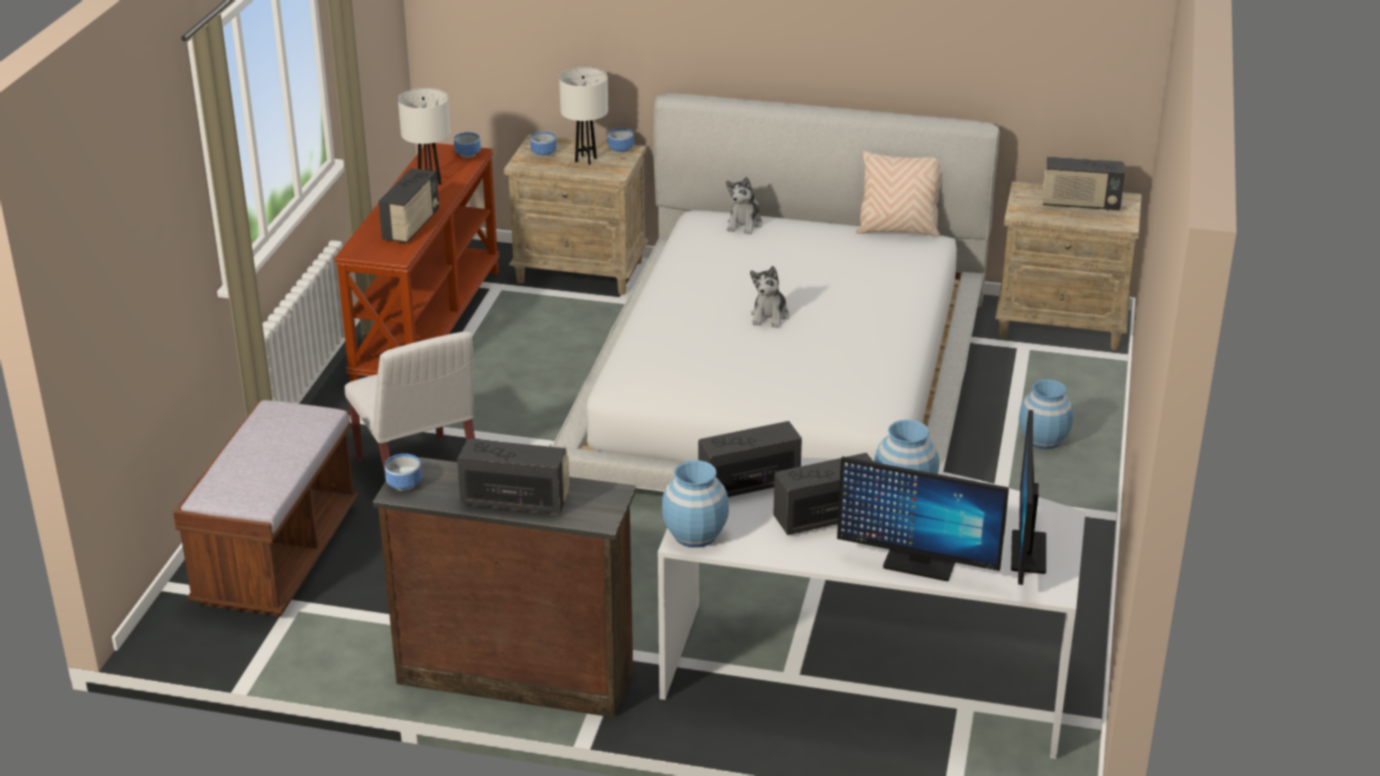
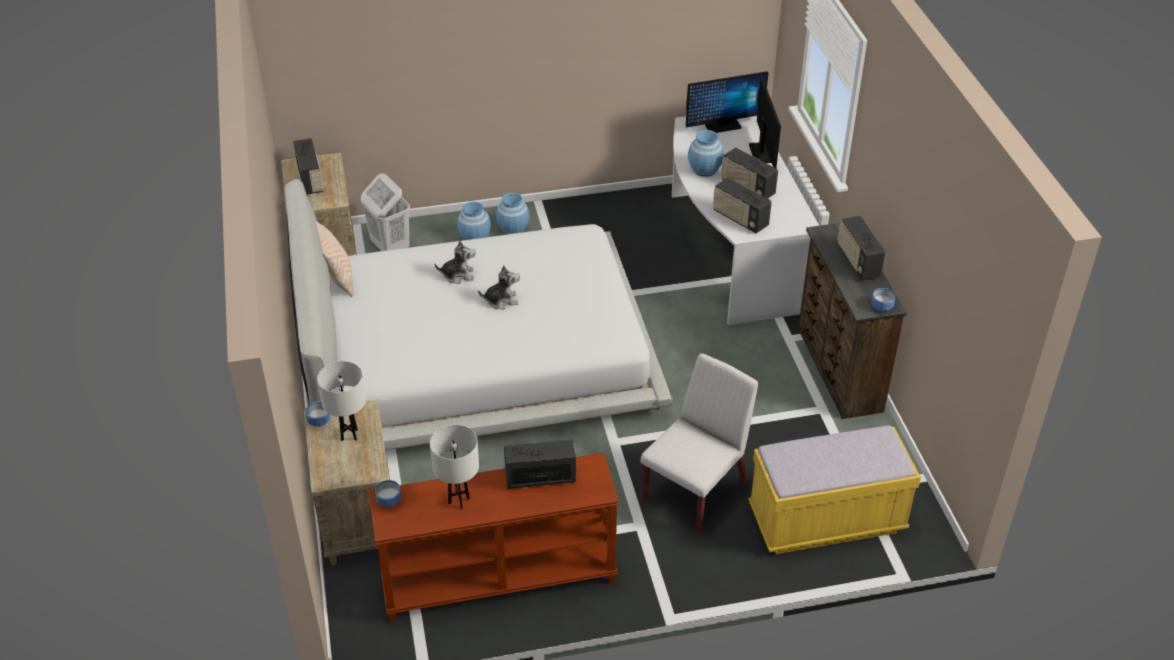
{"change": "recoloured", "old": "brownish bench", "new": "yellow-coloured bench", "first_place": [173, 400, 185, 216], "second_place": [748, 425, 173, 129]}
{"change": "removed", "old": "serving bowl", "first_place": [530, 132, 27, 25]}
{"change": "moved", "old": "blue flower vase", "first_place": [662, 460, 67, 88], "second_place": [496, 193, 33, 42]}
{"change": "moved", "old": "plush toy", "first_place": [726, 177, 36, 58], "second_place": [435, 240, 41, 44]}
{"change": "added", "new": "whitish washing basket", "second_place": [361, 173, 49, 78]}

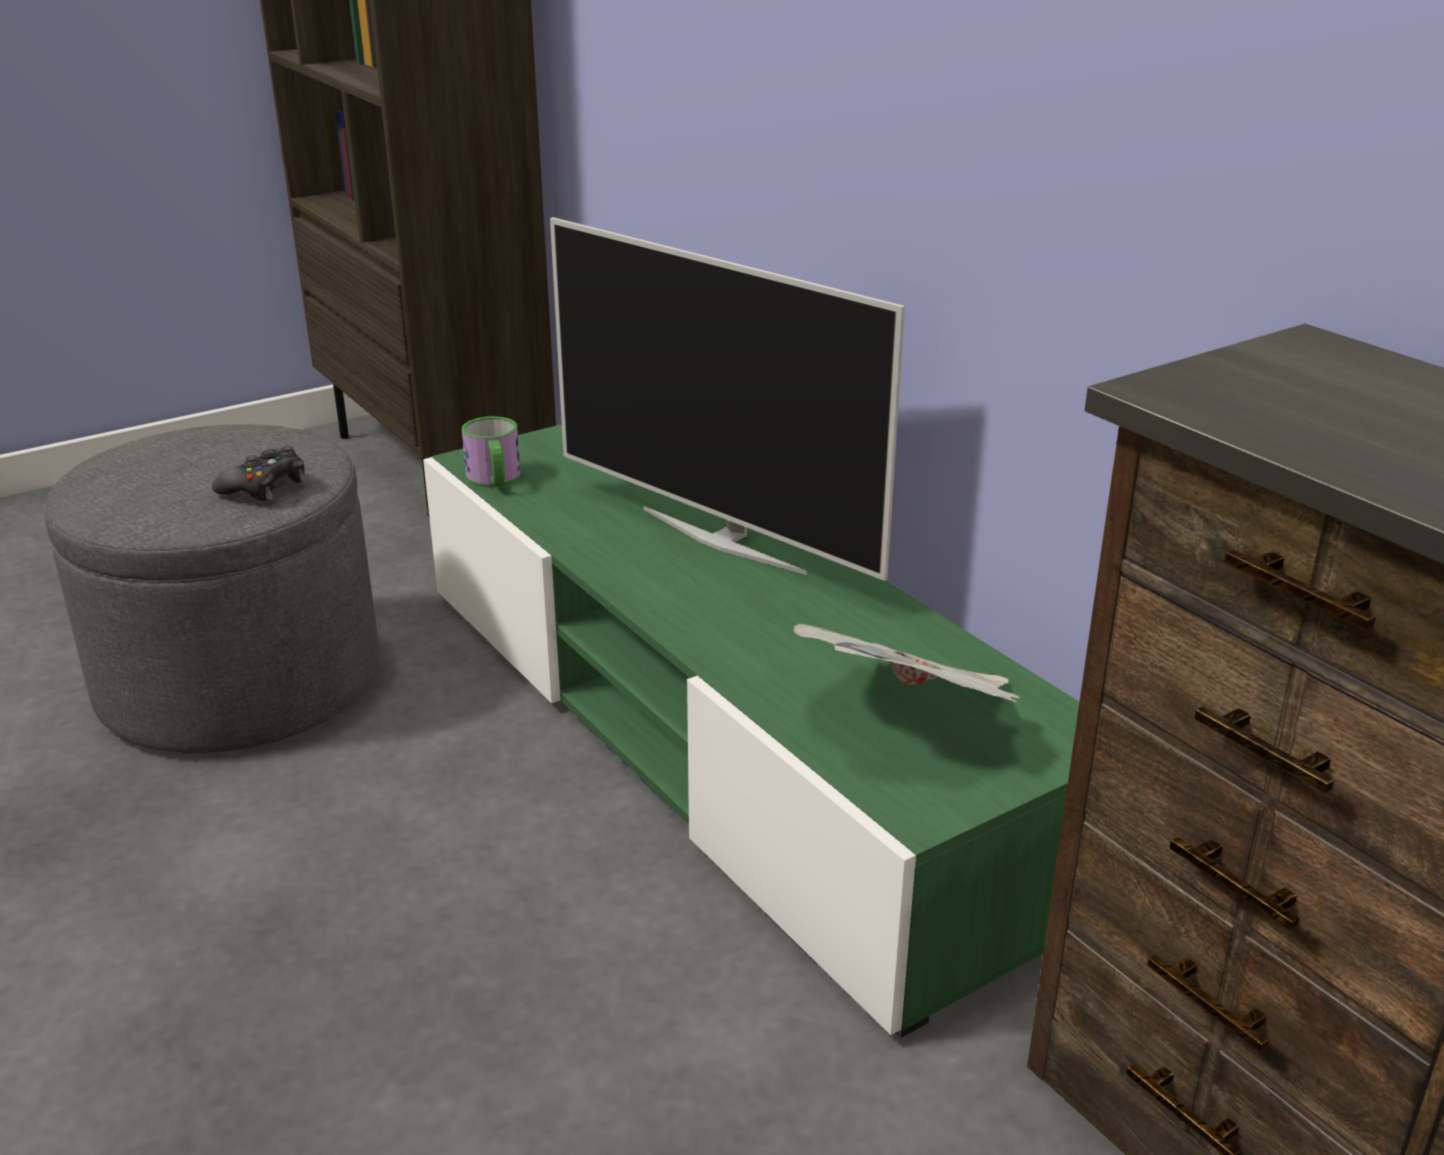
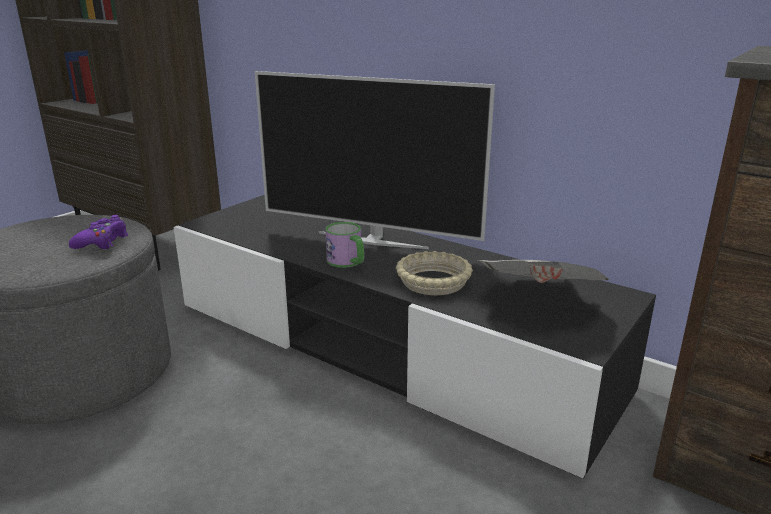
{"change": "recoloured", "old": "black-coloured gamepad", "new": "purple-coloured gamepad", "first_place": [212, 446, 94, 55], "second_place": [69, 215, 59, 34]}
{"change": "recoloured", "old": "green media console", "new": "black-coloured media console", "first_place": [423, 424, 656, 614], "second_place": [174, 195, 482, 284]}
{"change": "moved", "old": "mug", "first_place": [462, 416, 59, 72], "second_place": [325, 222, 39, 46]}
{"change": "added", "new": "beige serving bowl", "second_place": [396, 251, 77, 44]}

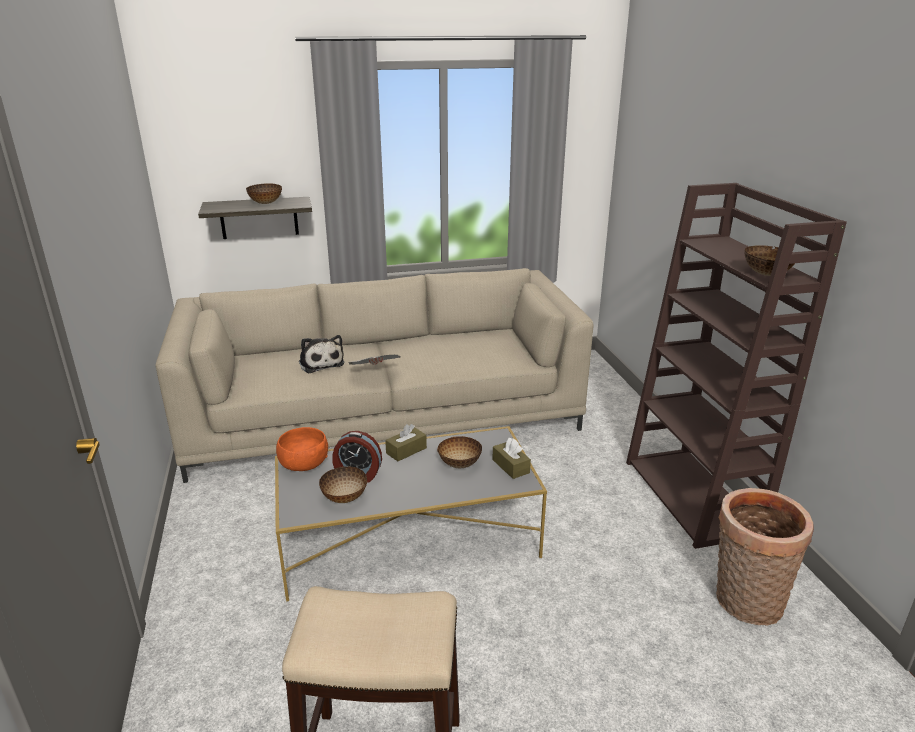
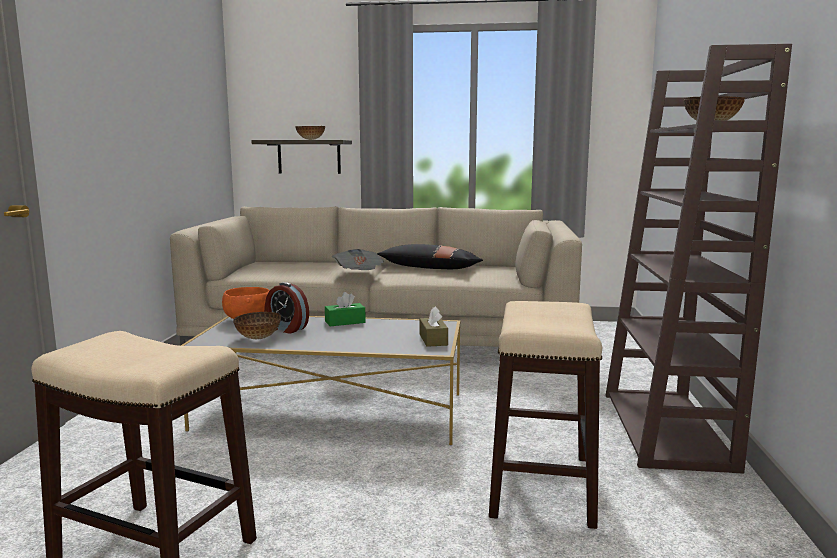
{"change": "removed", "old": "plush toy", "first_place": [299, 335, 45, 38]}
{"change": "recoloured", "old": "brownish box of tissues", "new": "green box of tissues", "first_place": [385, 424, 42, 37], "second_place": [325, 292, 41, 34]}
{"change": "removed", "old": "serving bowl", "first_place": [437, 436, 45, 32]}
{"change": "removed", "old": "basket", "first_place": [716, 488, 98, 138]}
{"change": "added", "new": "black-coloured throw pillow", "second_place": [377, 244, 106, 25]}
{"change": "added", "new": "stool seat", "second_place": [489, 301, 113, 228]}

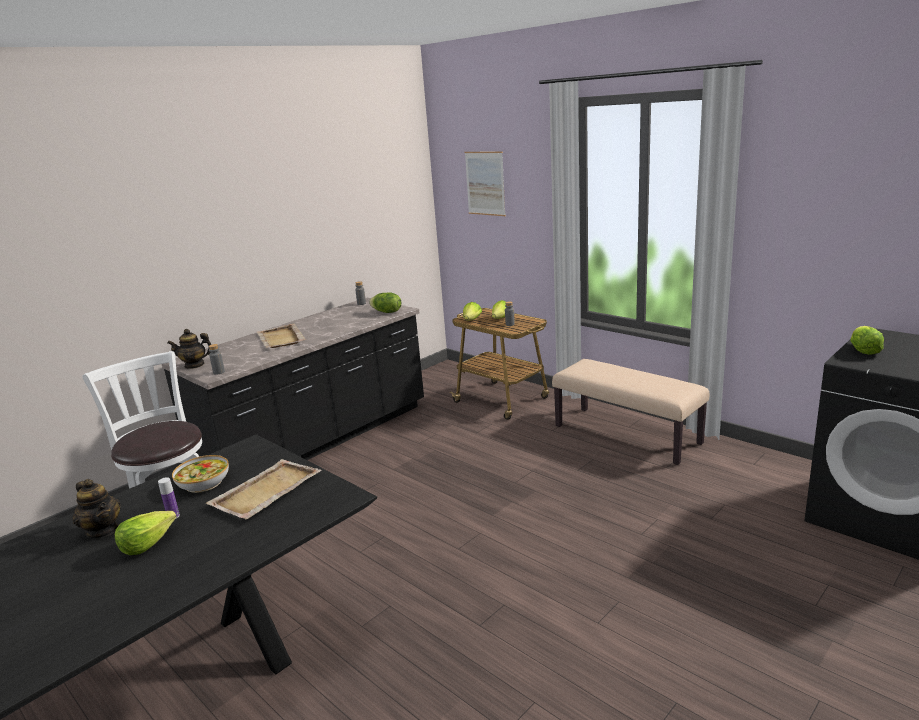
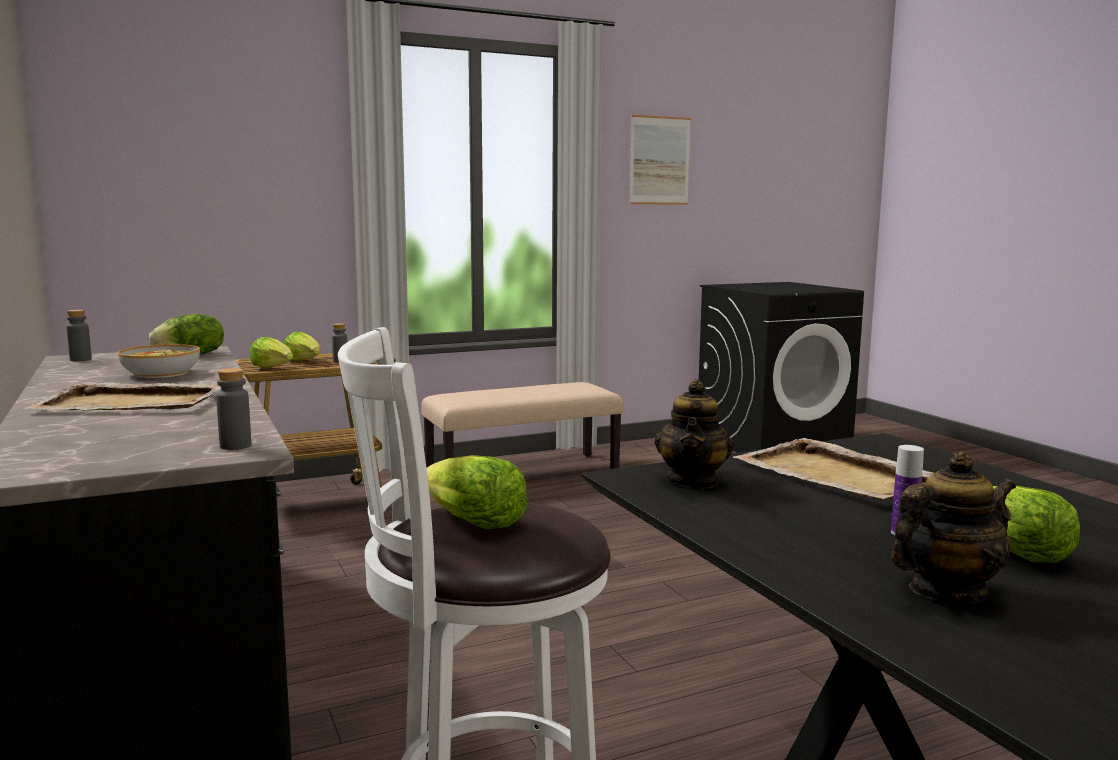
{"change": "moved", "old": "pot for tea", "first_place": [168, 329, 43, 40], "second_place": [655, 379, 79, 110]}
{"change": "moved", "old": "serving bowl", "first_place": [172, 455, 57, 38], "second_place": [118, 344, 82, 34]}
{"change": "moved", "old": "wall art", "first_place": [465, 151, 41, 65], "second_place": [629, 115, 62, 90]}
{"change": "moved", "old": "lettuce head", "first_place": [851, 326, 33, 29], "second_place": [426, 455, 101, 75]}

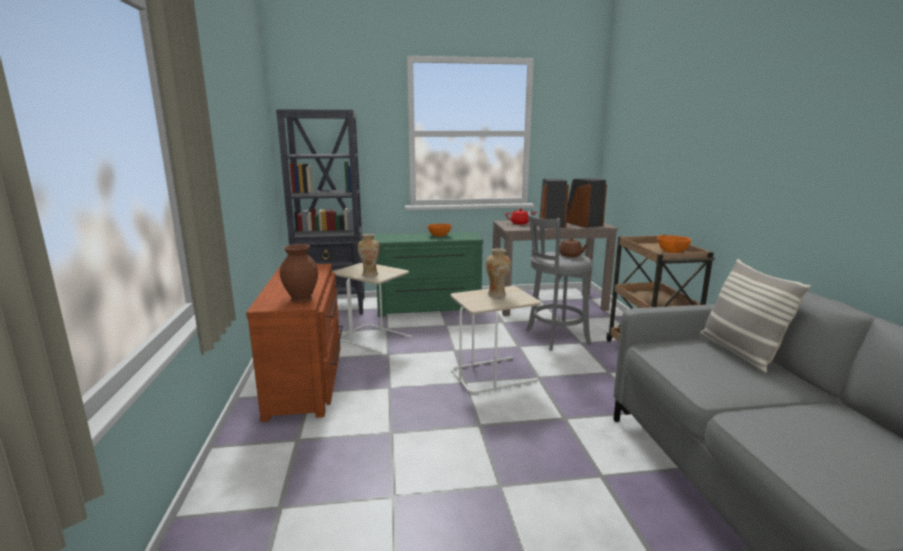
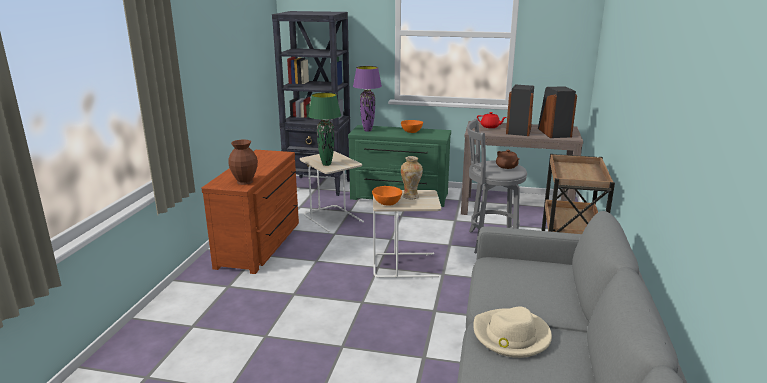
{"change": "replaced", "old": "flower vase", "new": "green table lamp", "first_place": [358, 234, 22, 43], "second_place": [308, 92, 33, 74]}
{"change": "moved", "old": "orangey serving bowl", "first_place": [657, 235, 34, 18], "second_place": [372, 186, 30, 20]}
{"change": "removed", "old": "throw pillow", "first_place": [699, 259, 112, 114]}
{"change": "added", "new": "purple-coloured table lamp", "second_place": [353, 66, 29, 66]}
{"change": "added", "new": "beige wearable hat", "second_place": [473, 306, 79, 52]}

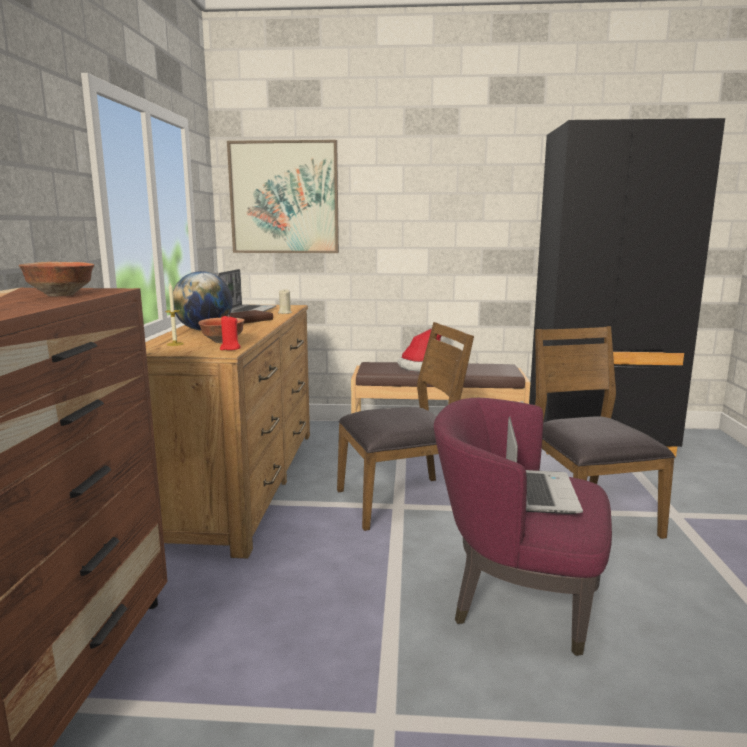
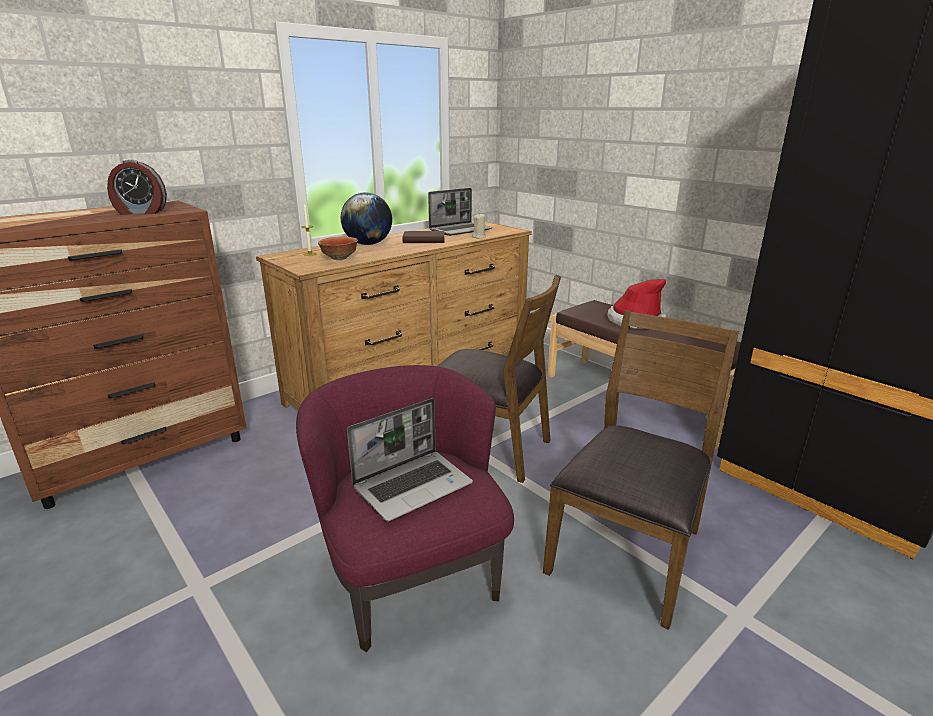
{"change": "replaced", "old": "serving bowl", "new": "table clock", "first_place": [19, 262, 75, 34], "second_place": [107, 160, 60, 55]}
{"change": "removed", "old": "reddish wax candle", "first_place": [220, 315, 21, 35]}
{"change": "removed", "old": "wall art", "first_place": [227, 140, 112, 113]}

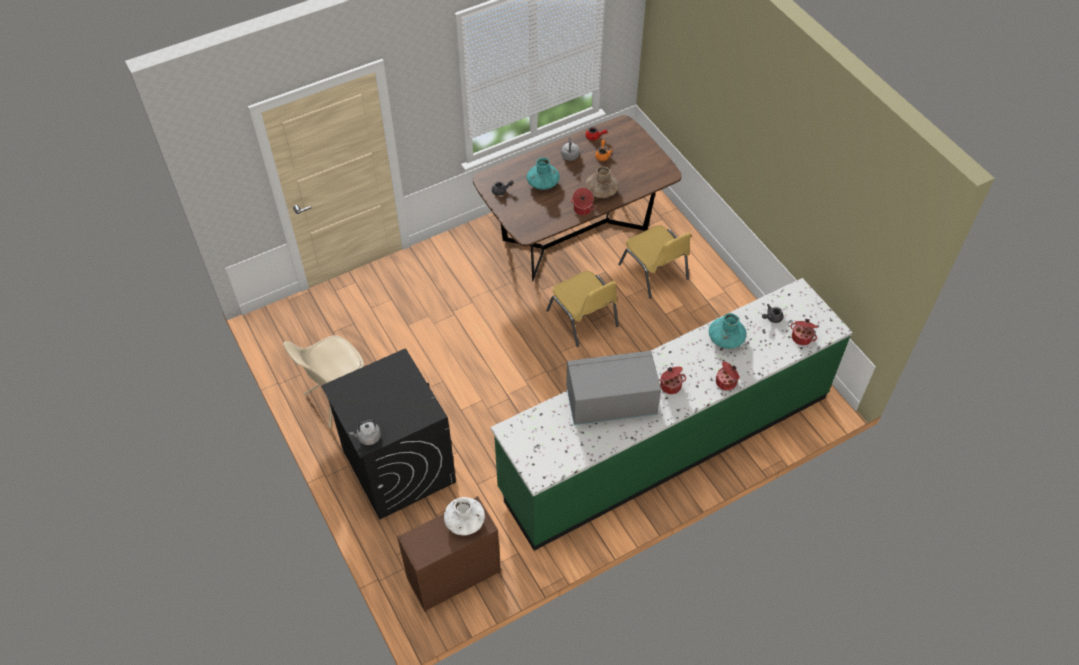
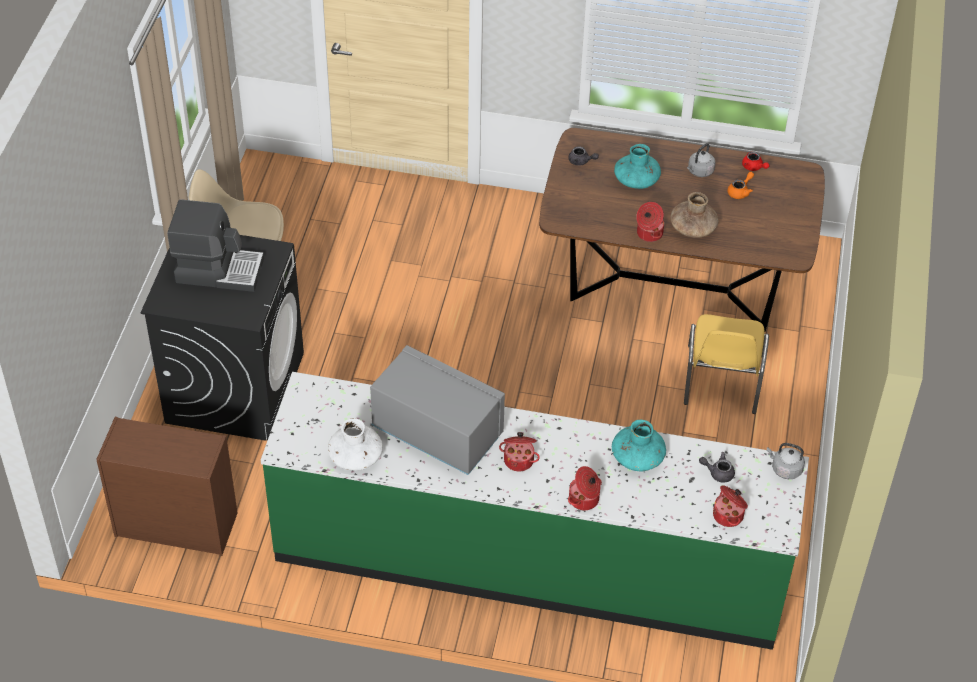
{"change": "moved", "old": "greyish kettle", "first_place": [349, 420, 32, 25], "second_place": [767, 443, 38, 36]}
{"change": "moved", "old": "whitish flower vase", "first_place": [444, 497, 41, 39], "second_place": [328, 418, 55, 53]}
{"change": "removed", "old": "yellow-coloured chair", "first_place": [546, 271, 73, 76]}
{"change": "added", "new": "coffee machine", "second_place": [167, 199, 97, 93]}

